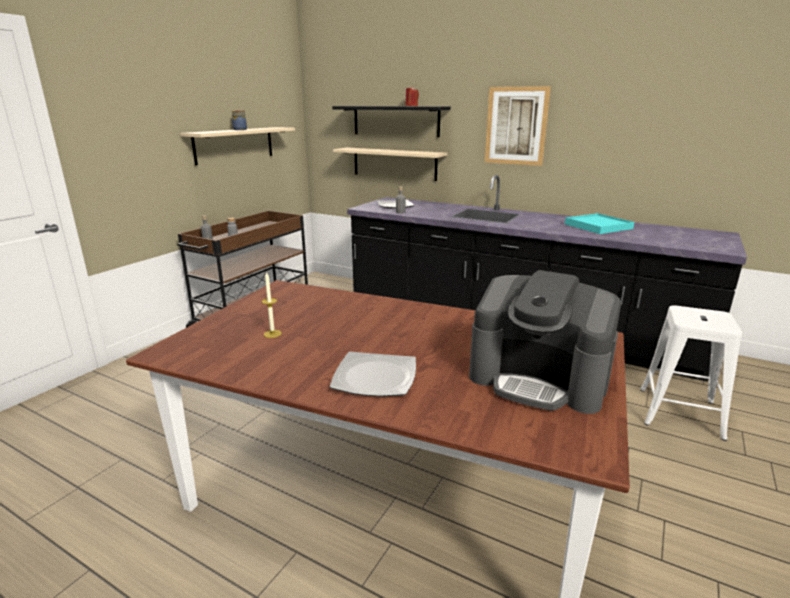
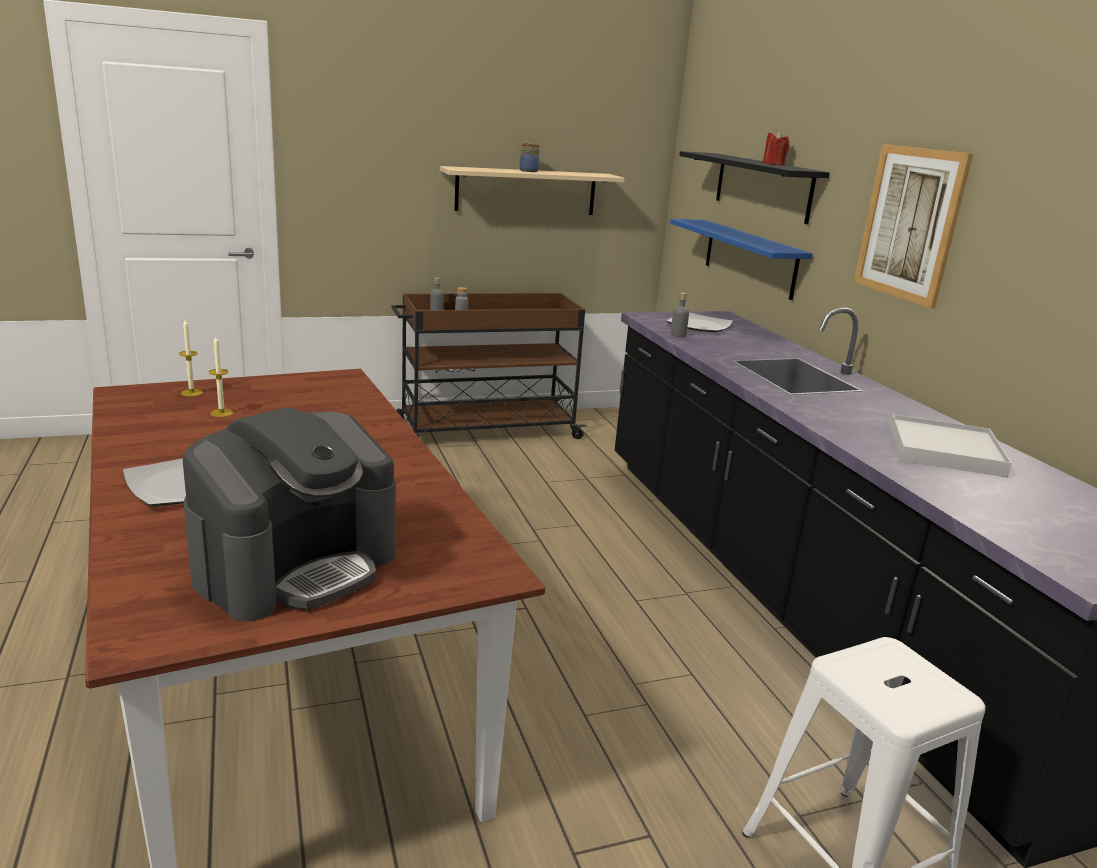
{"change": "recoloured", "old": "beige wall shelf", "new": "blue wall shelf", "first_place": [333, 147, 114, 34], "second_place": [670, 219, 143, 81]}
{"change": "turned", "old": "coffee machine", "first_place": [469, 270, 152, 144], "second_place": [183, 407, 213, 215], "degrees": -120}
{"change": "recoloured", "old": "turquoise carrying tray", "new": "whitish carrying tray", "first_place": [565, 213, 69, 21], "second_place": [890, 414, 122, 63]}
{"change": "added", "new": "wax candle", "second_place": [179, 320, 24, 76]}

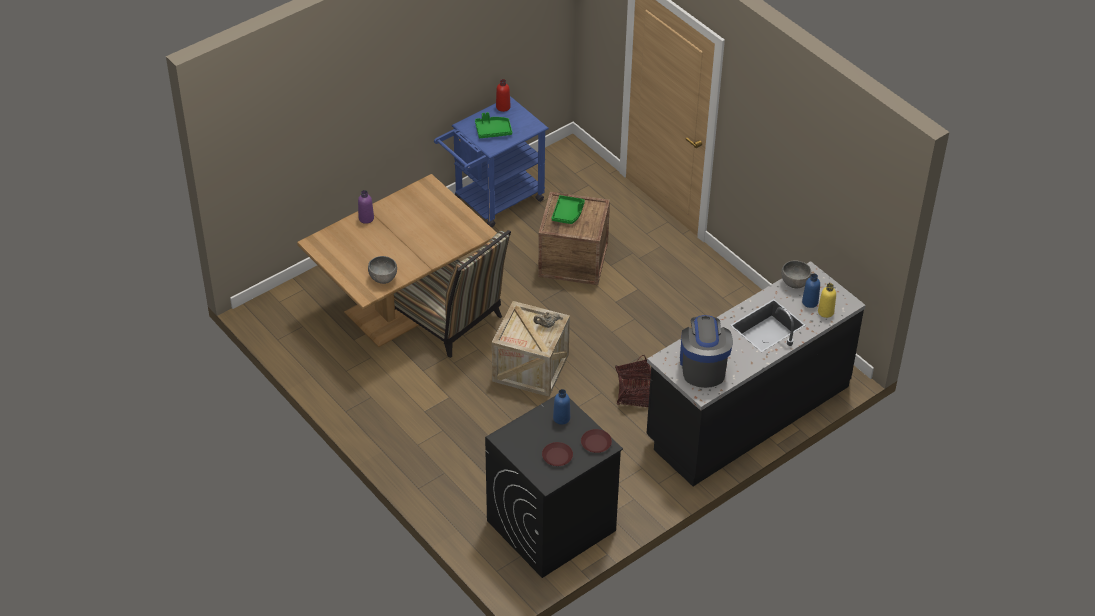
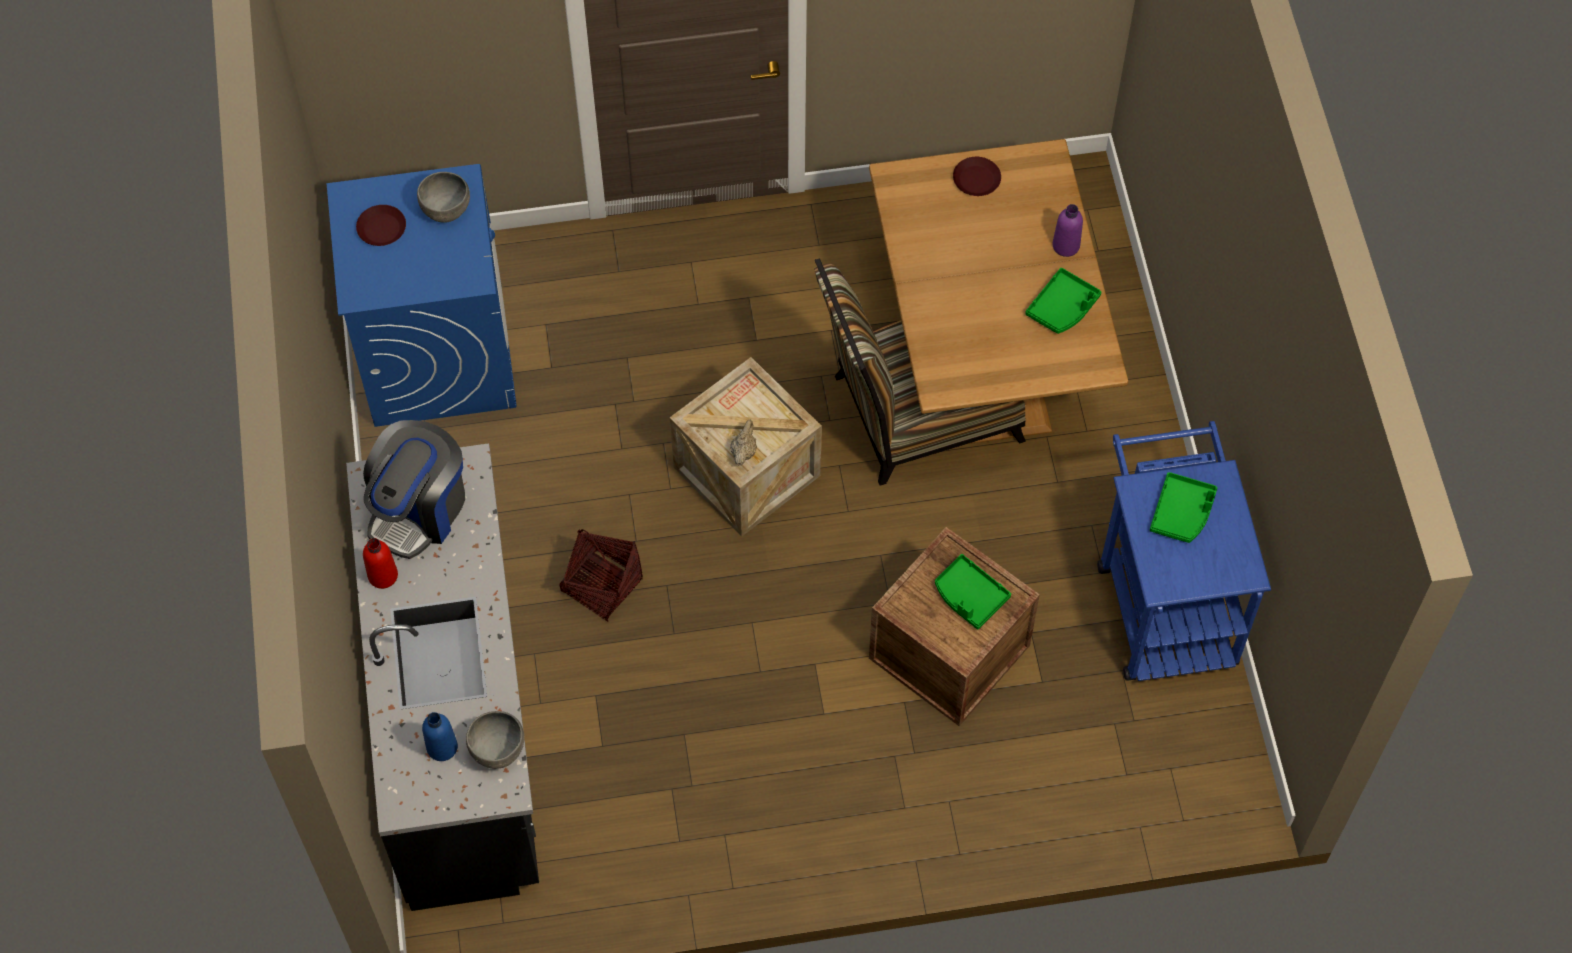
{"change": "moved", "old": "greyish serving bowl", "first_place": [368, 256, 29, 28], "second_place": [417, 172, 53, 51]}
{"change": "recoloured", "old": "black-coloured laundry machine", "new": "blue laundry machine", "first_place": [485, 396, 138, 182], "second_place": [326, 164, 191, 263]}
{"change": "moved", "old": "reddish beverage bottle", "first_place": [496, 79, 14, 33], "second_place": [363, 538, 35, 51]}
{"change": "removed", "old": "blue beverage bottle", "first_place": [553, 389, 17, 36]}
{"change": "moved", "old": "brownish flat dish", "first_place": [581, 429, 31, 24], "second_place": [953, 157, 48, 39]}
{"change": "turned", "old": "coffee machine", "first_place": [680, 315, 53, 73], "second_place": [363, 420, 102, 139], "degrees": 90}
{"change": "removed", "old": "yellow-coloured beverage bottle", "first_place": [818, 283, 18, 35]}
{"change": "added", "new": "green carrying tray", "second_place": [1025, 268, 76, 66]}

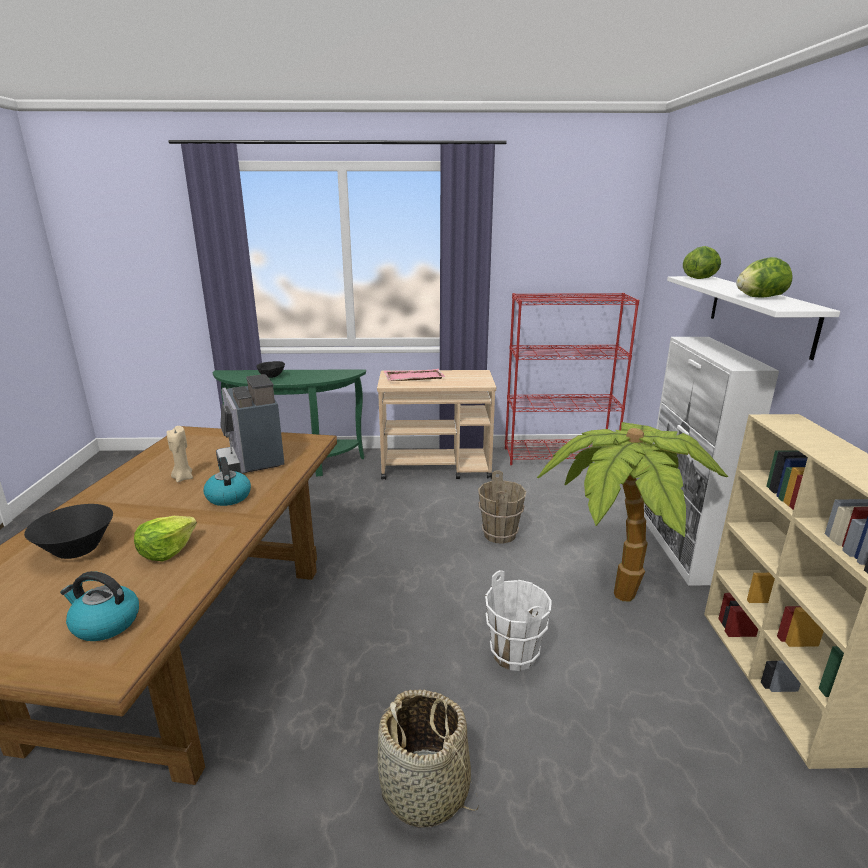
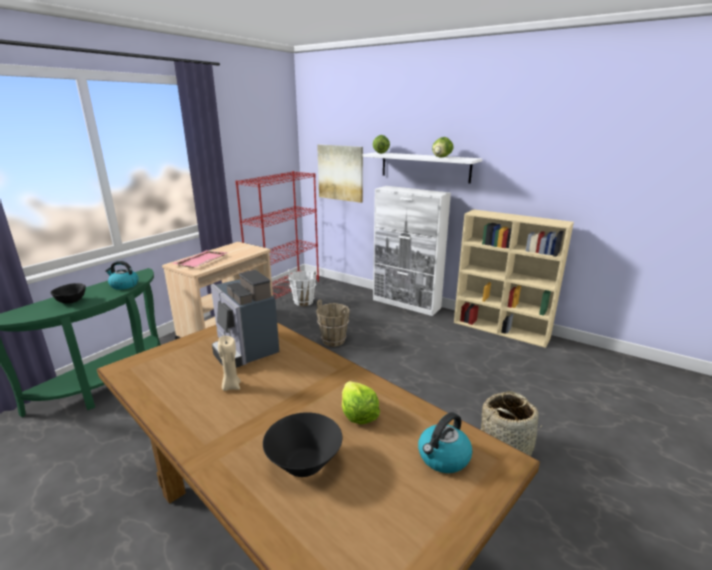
{"change": "moved", "old": "kettle", "first_place": [203, 457, 48, 49], "second_place": [105, 261, 34, 29]}
{"change": "turned", "old": "coffee machine", "first_place": [216, 374, 69, 99], "second_place": [211, 270, 68, 98], "degrees": 45}
{"change": "moved", "old": "whitish bucket", "first_place": [485, 570, 67, 101], "second_place": [288, 269, 28, 37]}
{"change": "removed", "old": "plant in a pot", "first_place": [537, 422, 191, 179]}
{"change": "added", "new": "wall art", "second_place": [317, 144, 46, 59]}

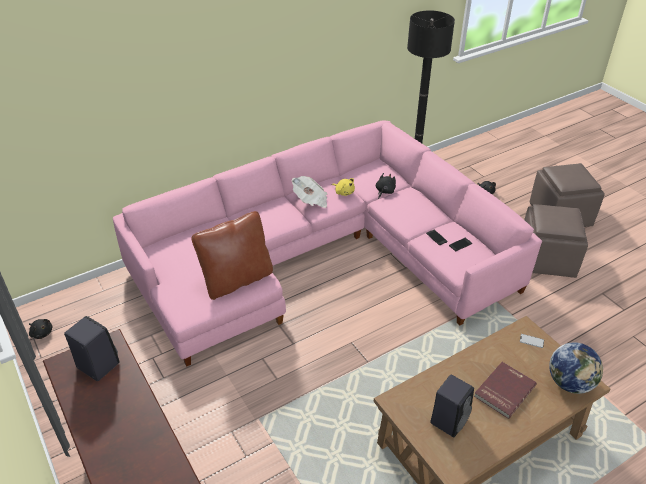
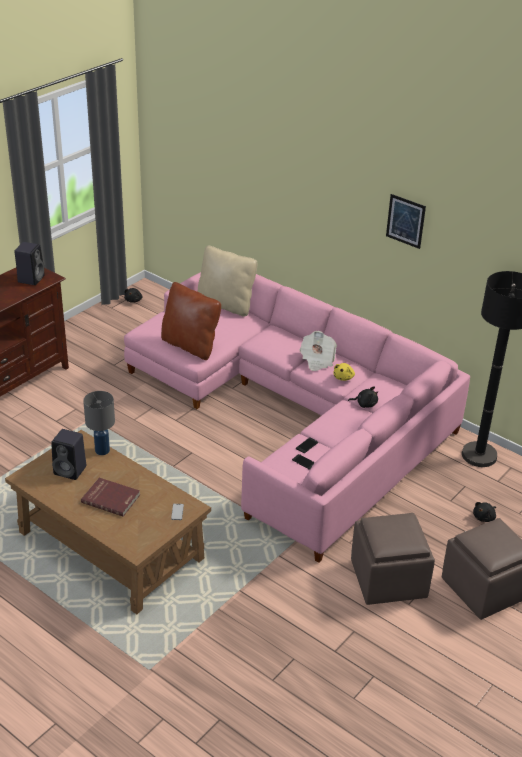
{"change": "removed", "old": "desk globe", "first_place": [549, 342, 54, 52]}
{"change": "added", "new": "greyish table lamp", "second_place": [83, 391, 32, 64]}
{"change": "added", "new": "beige throw pillow", "second_place": [198, 245, 59, 72]}
{"change": "added", "new": "wall art", "second_place": [386, 194, 40, 55]}

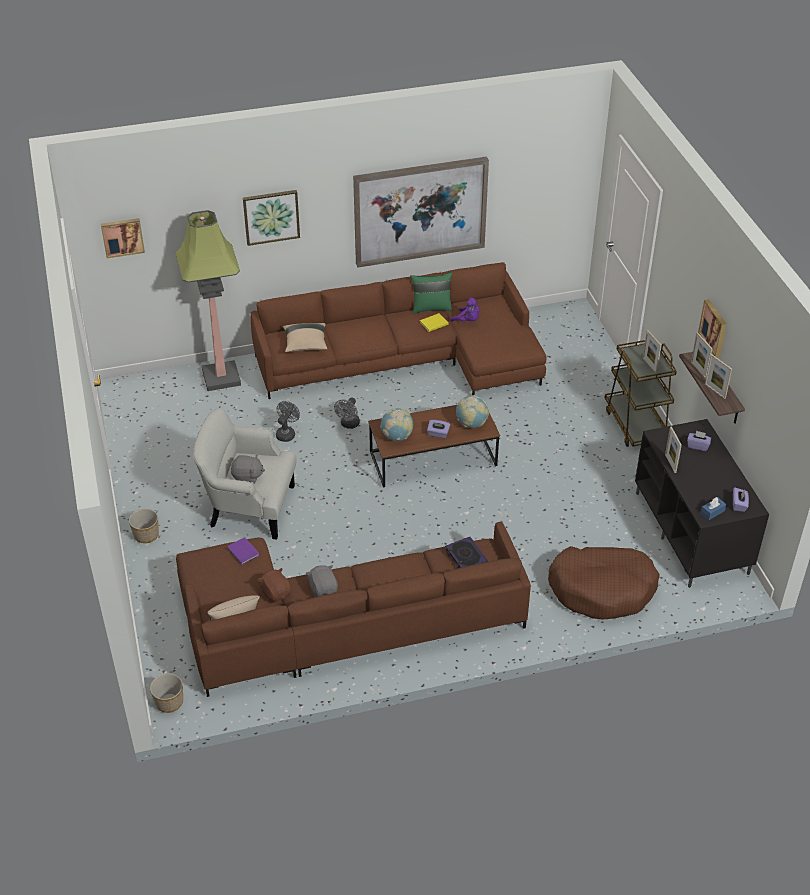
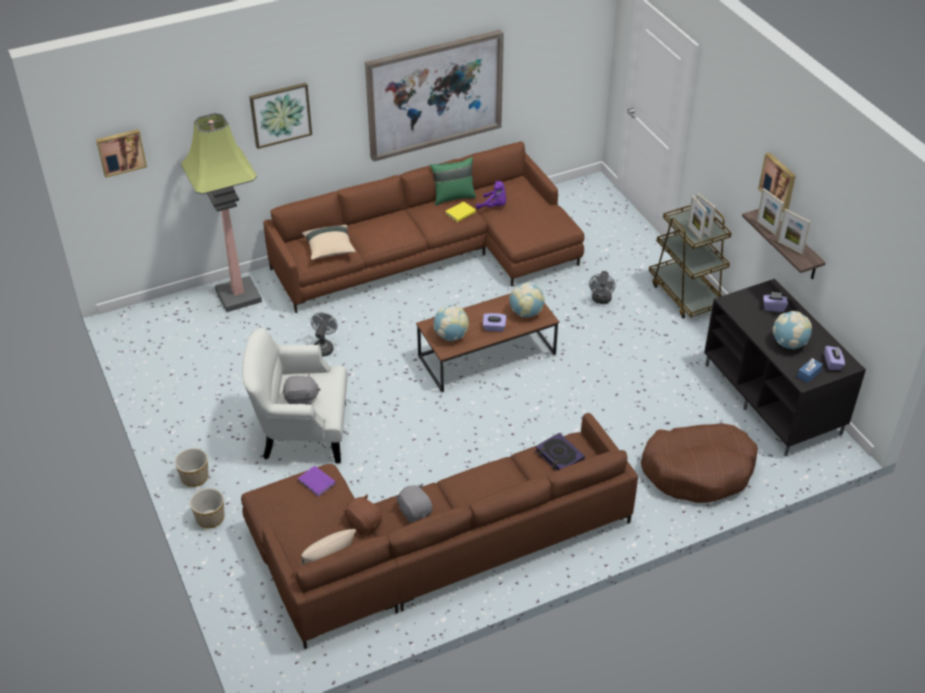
{"change": "moved", "old": "planter", "first_place": [150, 673, 33, 40], "second_place": [190, 488, 35, 40]}
{"change": "moved", "old": "greyish fan", "first_place": [334, 397, 26, 32], "second_place": [589, 271, 26, 33]}
{"change": "moved", "old": "picture frame", "first_place": [665, 427, 17, 46], "second_place": [687, 196, 20, 45]}
{"change": "added", "new": "desk globe", "second_place": [772, 311, 40, 38]}

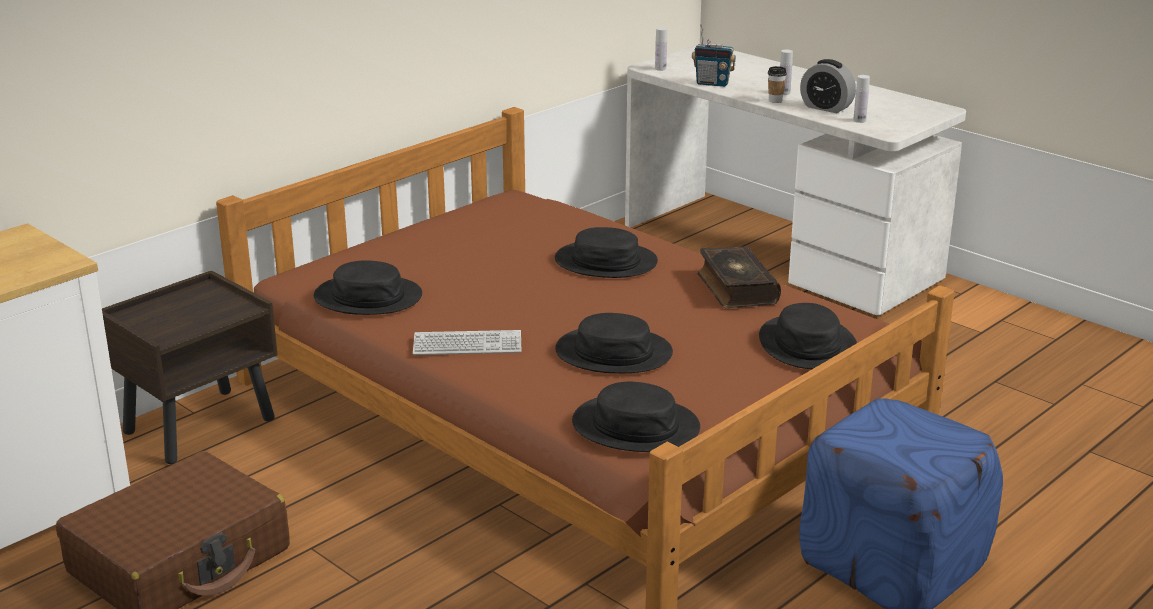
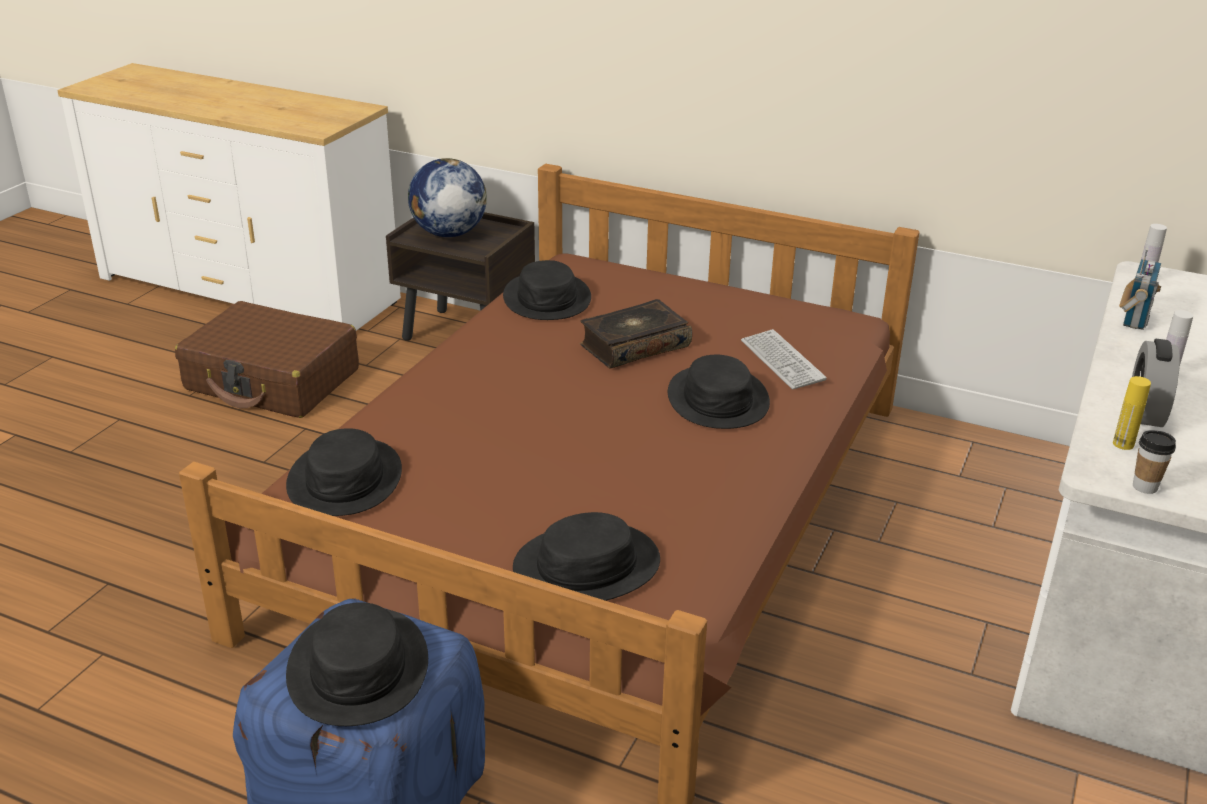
{"change": "moved", "old": "computer keyboard", "first_place": [413, 330, 108, 25], "second_place": [741, 329, 86, 60]}
{"change": "moved", "old": "black-coloured wearable hat", "first_place": [555, 313, 118, 60], "second_place": [286, 602, 142, 124]}
{"change": "turned", "old": "radio receiver", "first_place": [692, 24, 44, 63], "second_place": [1119, 248, 42, 82], "degrees": -150}
{"change": "moved", "old": "book", "first_place": [697, 247, 84, 61], "second_place": [580, 299, 112, 70]}
{"change": "moved", "old": "cup", "first_place": [768, 66, 19, 37], "second_place": [1133, 430, 43, 64]}
{"change": "recoloured", "old": "whitish beverage bottle", "new": "yellow-coloured beverage bottle", "first_place": [853, 75, 17, 48], "second_place": [1113, 376, 38, 74]}
{"change": "added", "new": "desk globe", "second_place": [408, 158, 79, 79]}

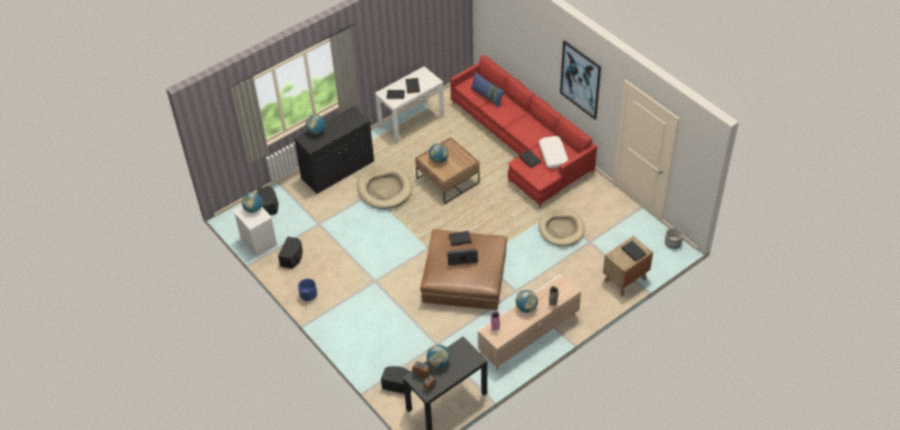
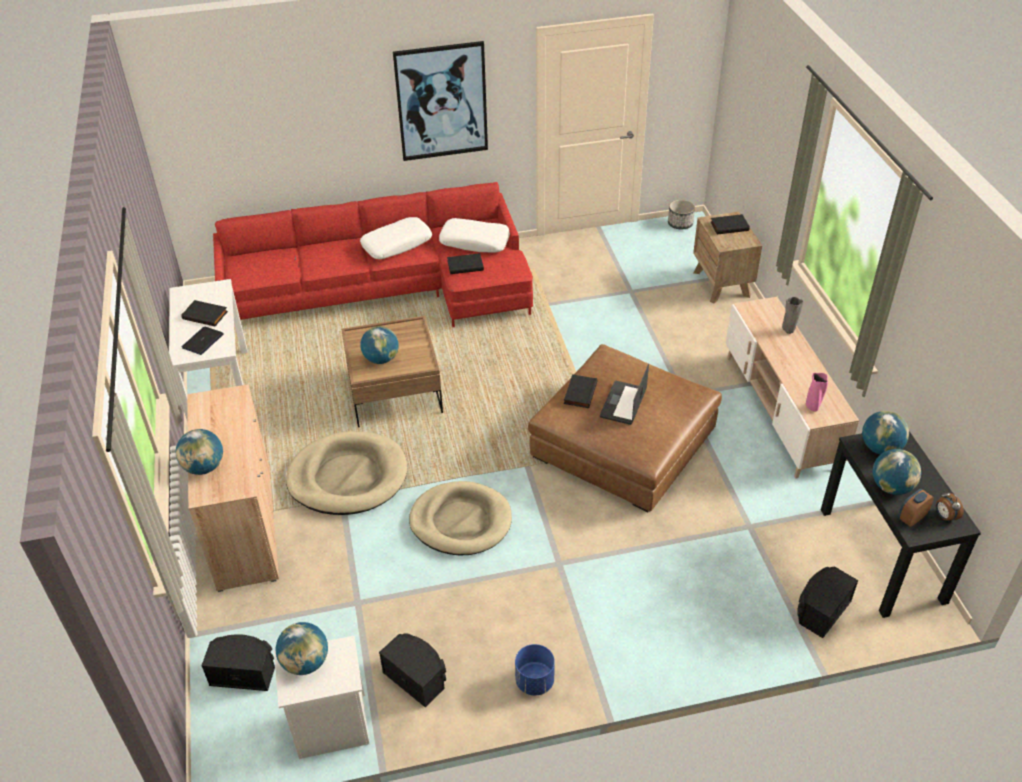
{"change": "recoloured", "old": "black-coloured cabinet", "new": "beige cabinet", "first_place": [294, 106, 80, 88], "second_place": [187, 384, 92, 208]}
{"change": "removed", "old": "blue throw pillow", "first_place": [471, 72, 34, 36]}
{"change": "moved", "old": "desk globe", "first_place": [515, 290, 23, 23], "second_place": [862, 411, 47, 43]}
{"change": "moved", "old": "beige dog bed", "first_place": [539, 208, 46, 38], "second_place": [409, 481, 103, 74]}
{"change": "added", "new": "whitish throw pillow", "second_place": [360, 217, 72, 42]}

